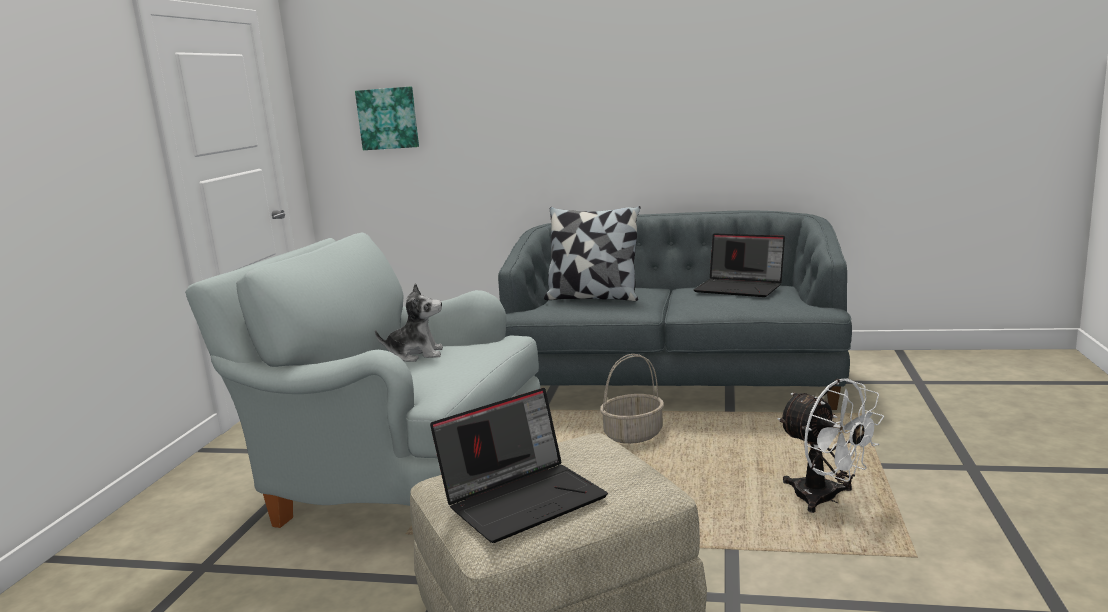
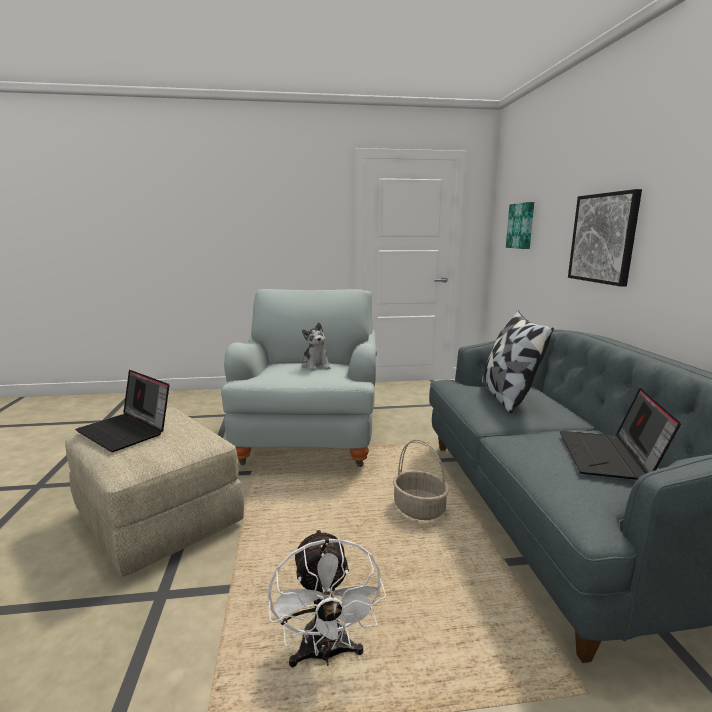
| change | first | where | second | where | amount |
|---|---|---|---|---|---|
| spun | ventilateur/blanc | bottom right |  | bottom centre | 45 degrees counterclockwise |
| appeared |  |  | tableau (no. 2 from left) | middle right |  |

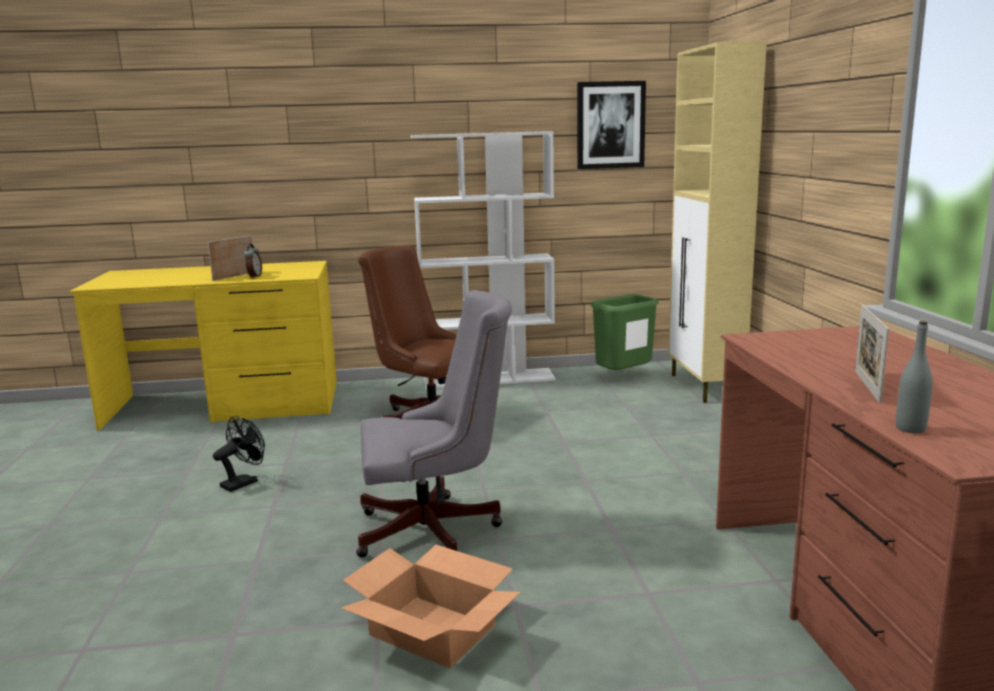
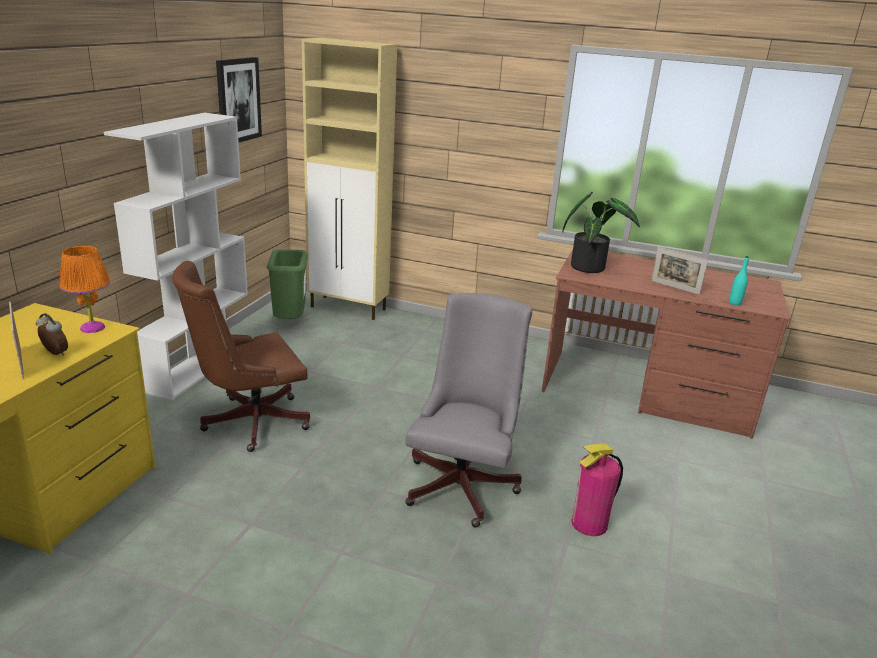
| change | first | where | second | where | amount |
|---|---|---|---|---|---|
| appeared |  |  | lampe de table/orange | middle left |  |
| appeared |  |  | plante en pot | middle right |  |
| exchanged | carton | bottom centre | extincteur | bottom right |  |
| colour | bouteille/gris | middle right | bouteille/turquoise | middle right |  |
| missing | ventilateur/noir | middle left |  |  |  |

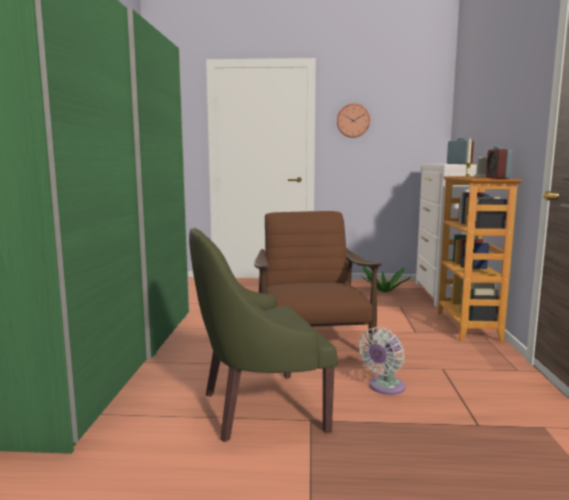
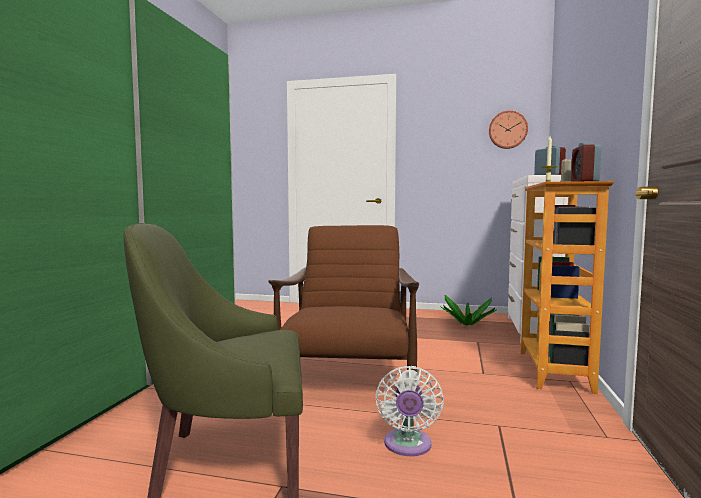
| change | first | where | second | where | amount |
|---|---|---|---|---|---|
| spun | ventilateur/blanc | bottom right |  | bottom centre | 45 degrees counterclockwise |
| relocated | horloge murale | top centre |  | top right |  |

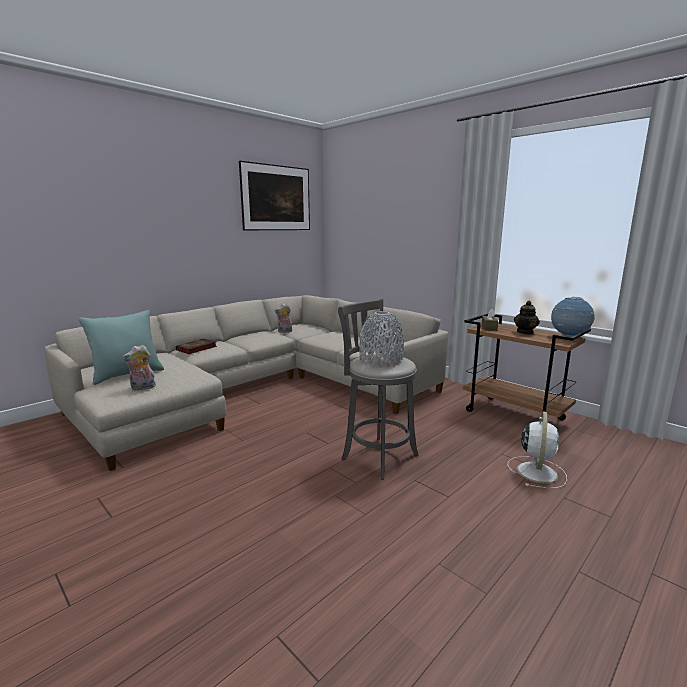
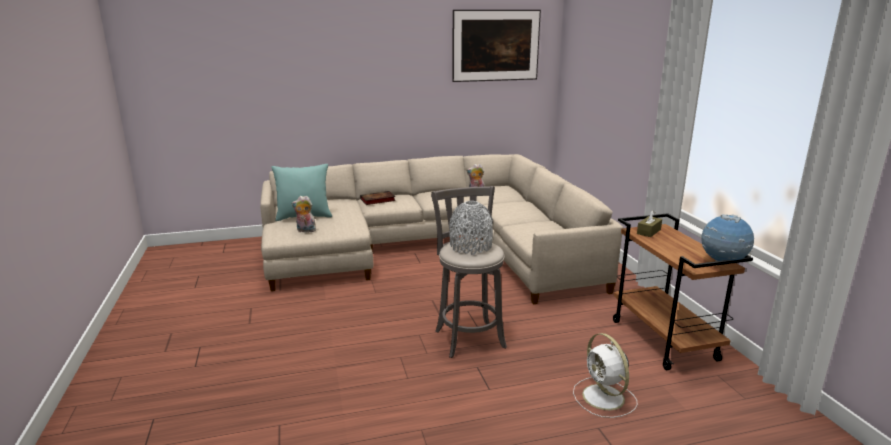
| change | first | where | second | where | amount |
|---|---|---|---|---|---|
| spun | ventilateur/blanc | middle right |  | bottom right | 105 degrees clockwise |
| missing | théière | middle right |  |  |  |

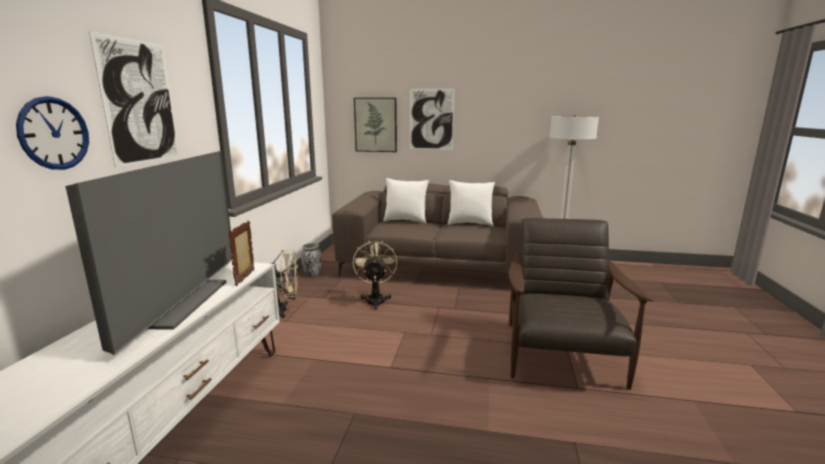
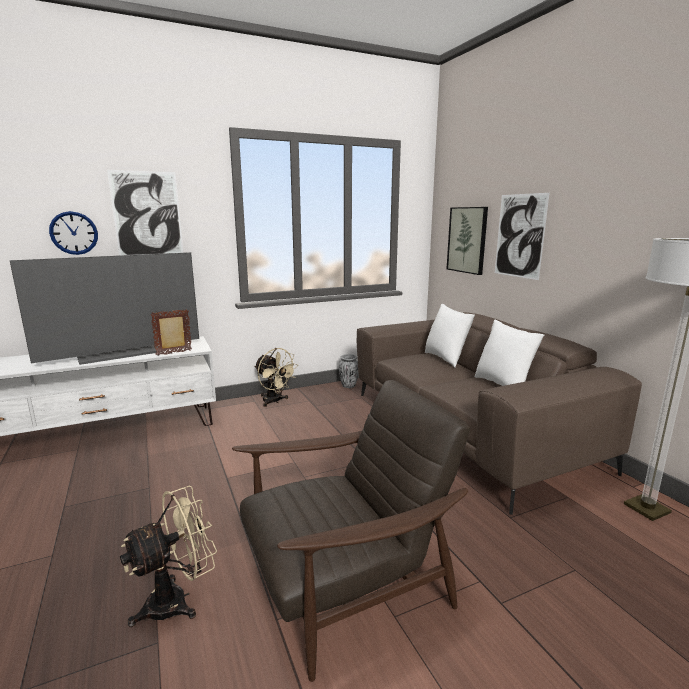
| change | first | where | second | where | amount |
|---|---|---|---|---|---|
| relocated | ventilateur/beige (no. 2 from left in the first image) | centre | ventilateur/beige (no. 1 from left) | bottom left |  |

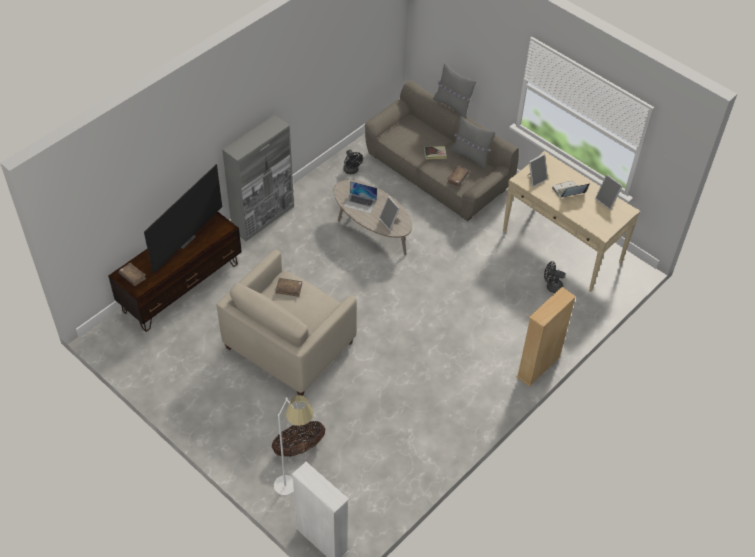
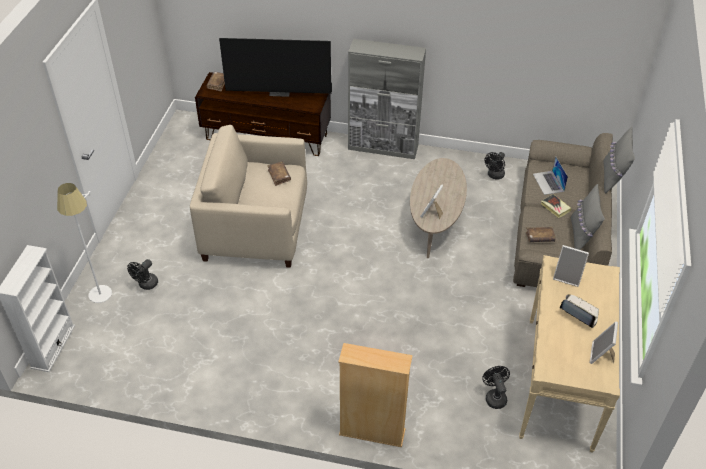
| change | first | where | second | where | amount |
|---|---|---|---|---|---|
| exchanged | panier | bottom centre | ventilateur/noir (no. 1 from left) | middle left |  |
| relocated | ordinateur portable (no. 1 from left) | centre |  | middle right |  |

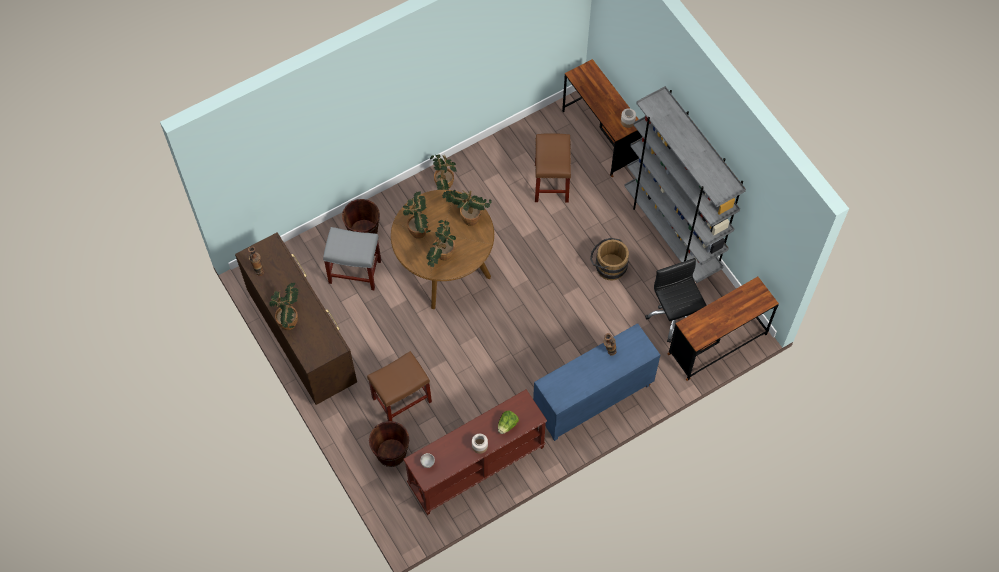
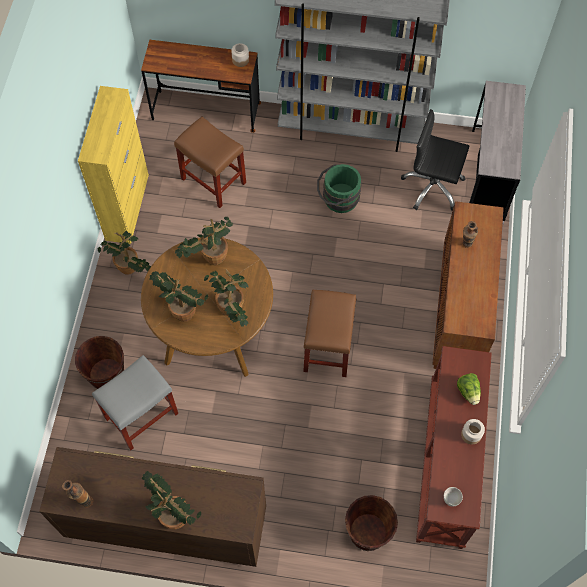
| change | first | where | second | where | amount |
|---|---|---|---|---|---|
| appeared |  |  | meuble de rangement/jaune | top left |  |
| relocated | tabouret/marron (no. 1 from left in the first image) | bottom centre | tabouret/marron (no. 2 from left) | centre |  |
| colour | seau/marron (no. 3 from left) | centre | seau/vert | top centre |  |
| colour | meuble de rangement/bleu | bottom centre | meuble de rangement/marron | middle right |  |
| colour | bureau/marron (no. 2 from left) | middle right | bureau/gris | top right |  |

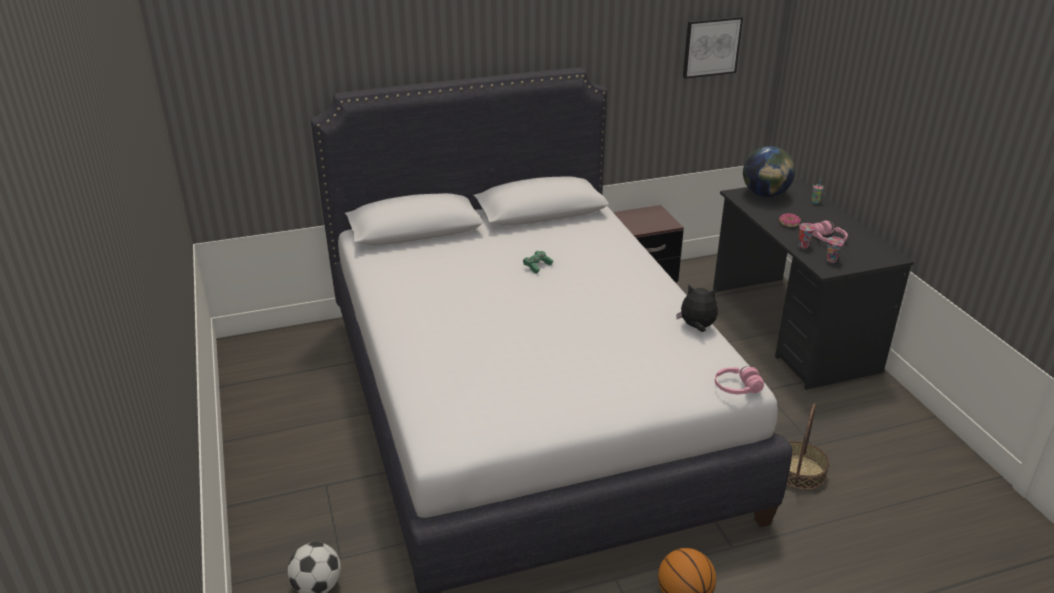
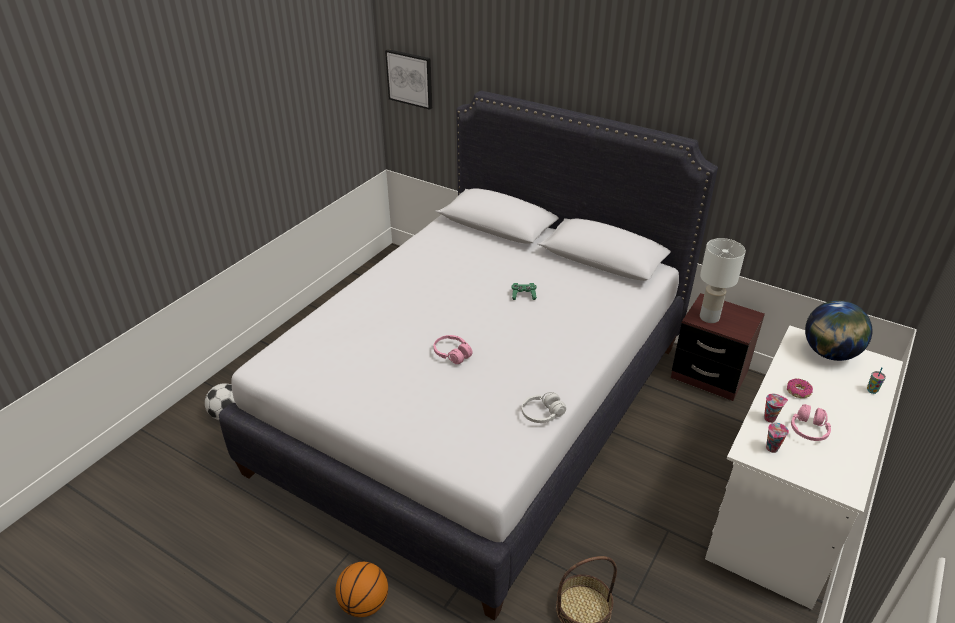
| change | first | where | second | where | amount |
|---|---|---|---|---|---|
| relocated | tableau | top right |  | top centre |  |
| relocated | casque audio/rose (no. 1 from left) | middle right |  | centre |  |
| exchanged | peluche | centre | casque audio/blanc | centre |  |
| appeared |  |  | lampe de table/blanc | middle right |  |
| colour | bureau/noir | middle right | bureau/blanc | bottom right |  |

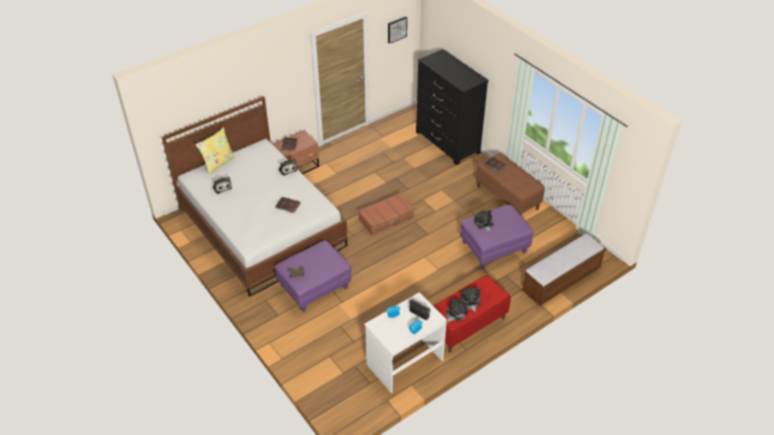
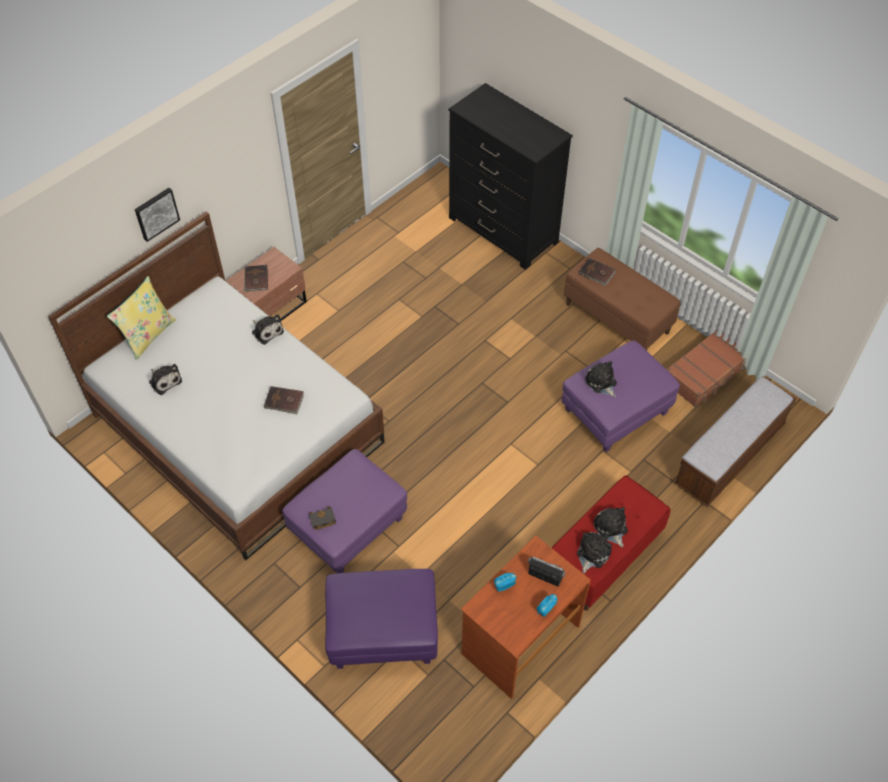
| change | first | where | second | where | amount |
|---|---|---|---|---|---|
| relocated | tableau | top centre |  | top left |  |
| appeared |  |  | pouf/violet (no. 2 from left) | bottom centre |  |
| colour | bureau/blanc | bottom centre | bureau/marron | bottom centre |  |
| relocated | valise/marron | centre |  | middle right |  |

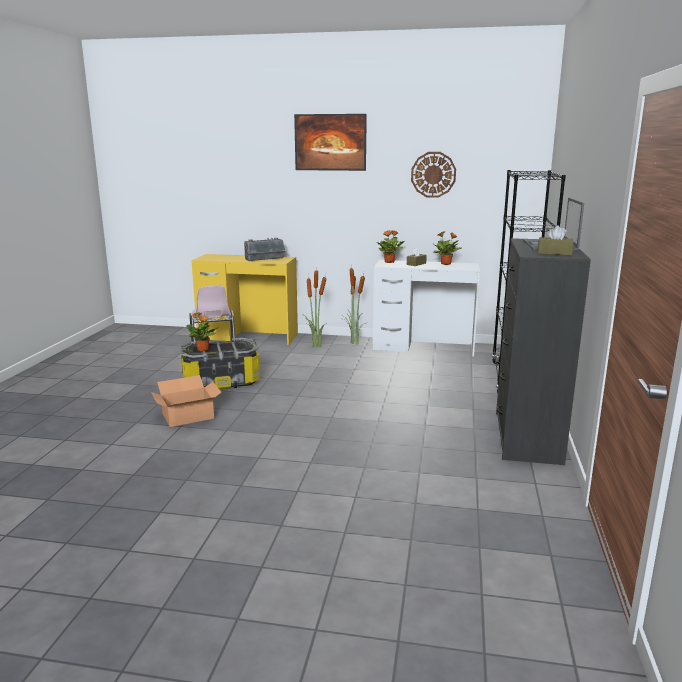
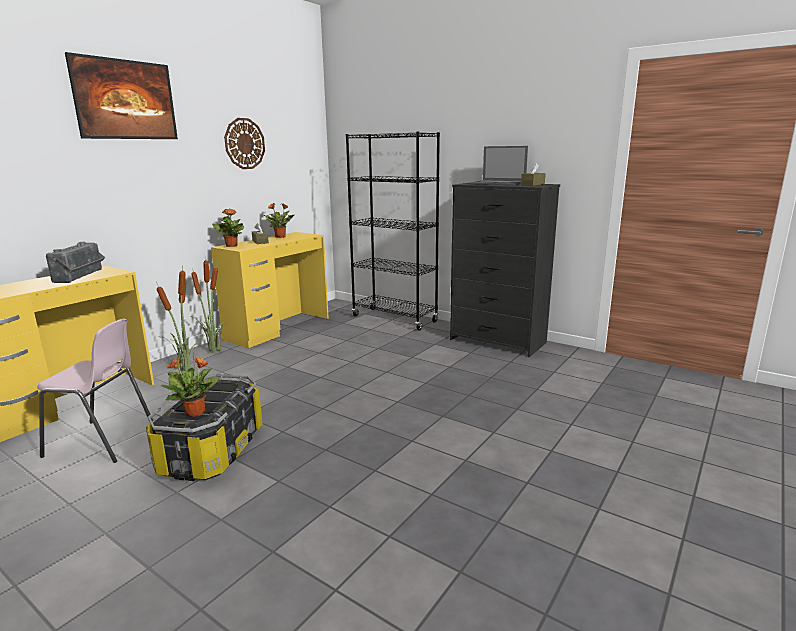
| change | first | where | second | where | amount |
|---|---|---|---|---|---|
| colour | bureau/blanc | centre | bureau/jaune (no. 2 from left) | centre |  |
| missing | carton | middle left |  |  |  |

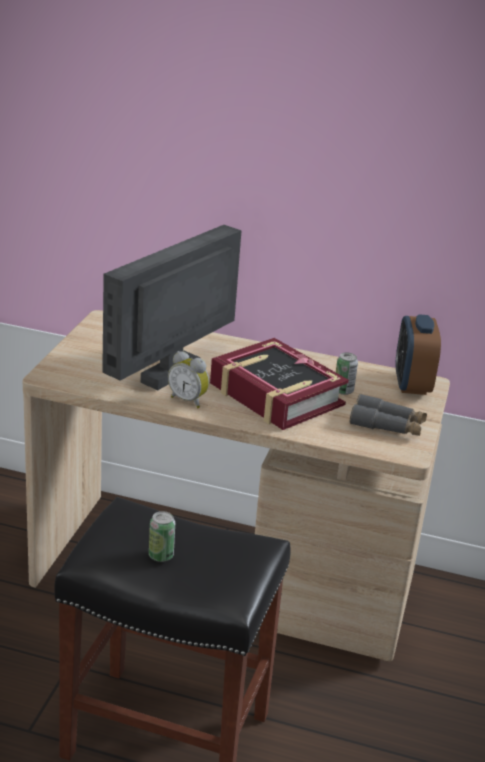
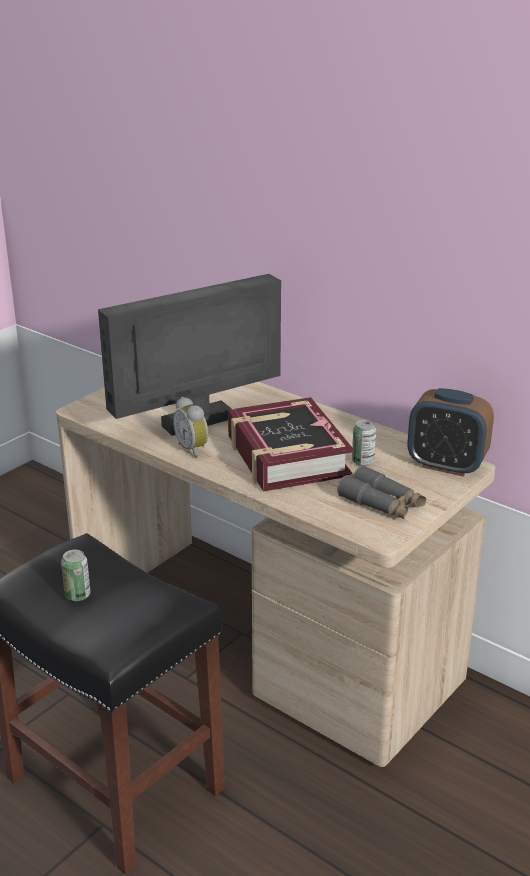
| change | first | where | second | where | amount |
|---|---|---|---|---|---|
| spun | réveil (no. 2 from left) | middle right |  | middle right | 90 degrees counterclockwise |

